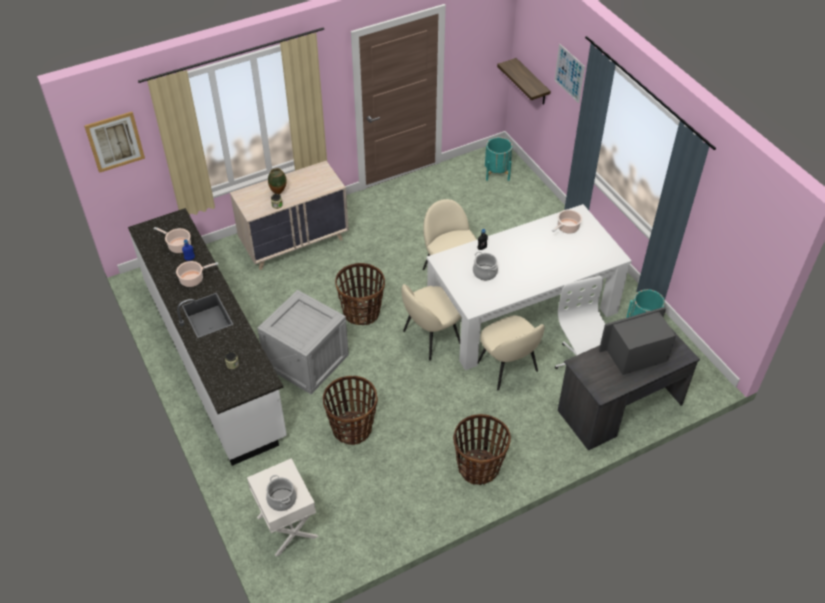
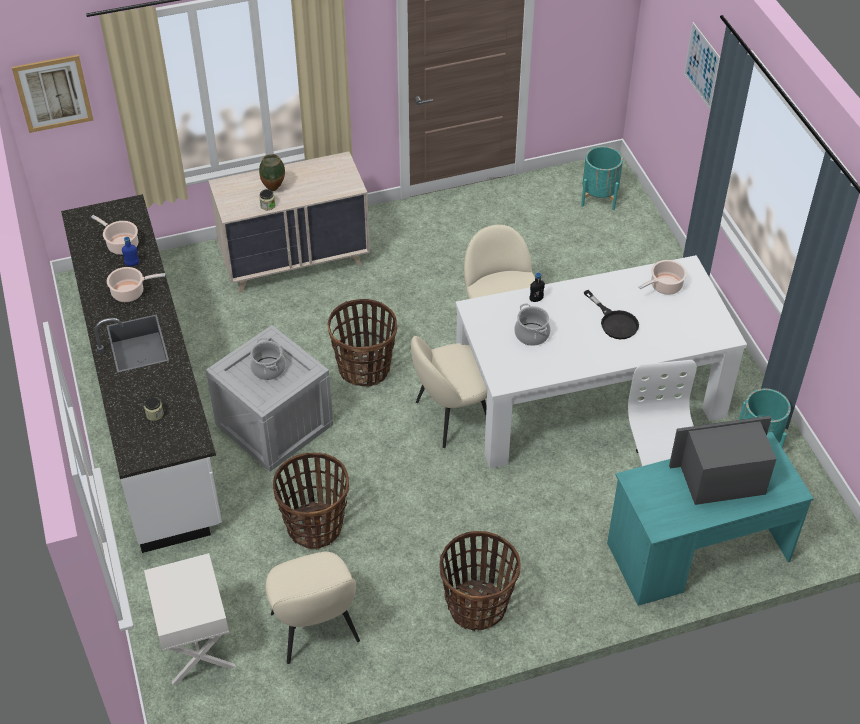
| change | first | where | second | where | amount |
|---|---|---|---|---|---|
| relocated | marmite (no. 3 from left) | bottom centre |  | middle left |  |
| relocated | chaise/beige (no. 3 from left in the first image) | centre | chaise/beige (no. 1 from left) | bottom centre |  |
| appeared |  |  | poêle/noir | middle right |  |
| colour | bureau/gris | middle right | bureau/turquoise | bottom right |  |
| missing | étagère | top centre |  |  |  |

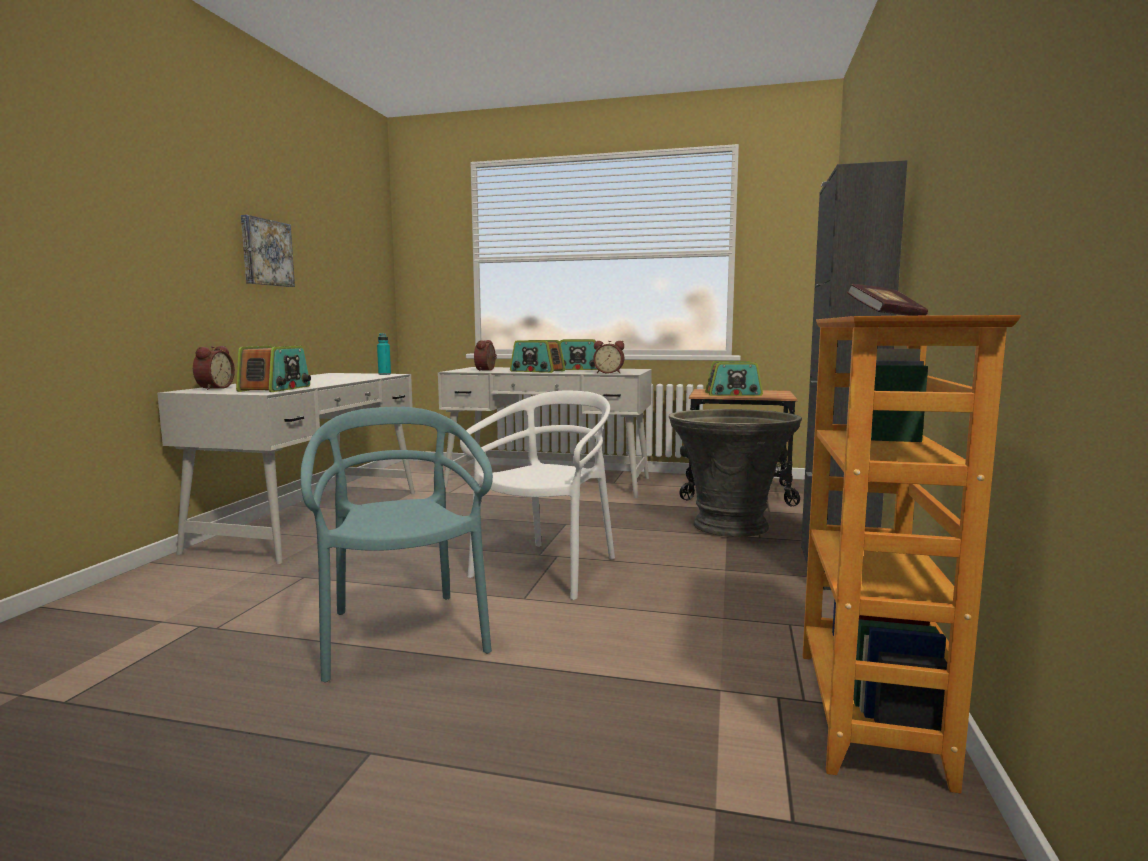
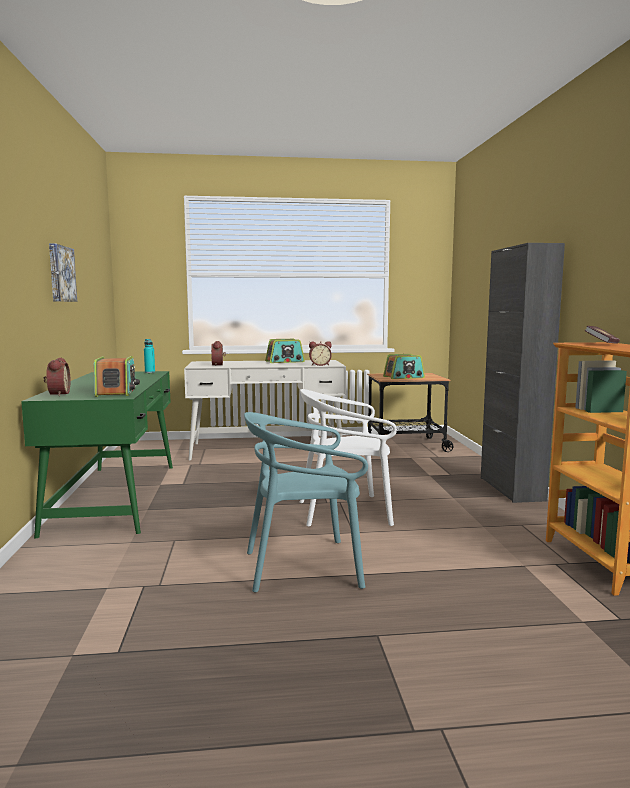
| change | first | where | second | where | amount |
|---|---|---|---|---|---|
| colour | bureau/blanc (no. 1 from left) | middle left | bureau/vert | middle left |  |
| spun | chaise/turquoise | centre |  | centre | 60 degrees counterclockwise |
| spun | chaise/blanc | centre |  | centre | 105 degrees counterclockwise |
| missing | radio (no. 2 from left) | centre |  |  |  |
| missing | cache-pot/gris | centre |  |  |  |

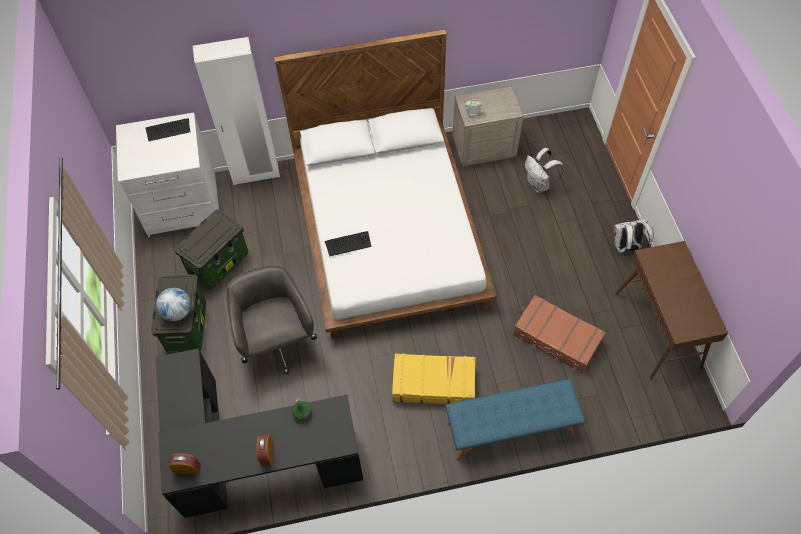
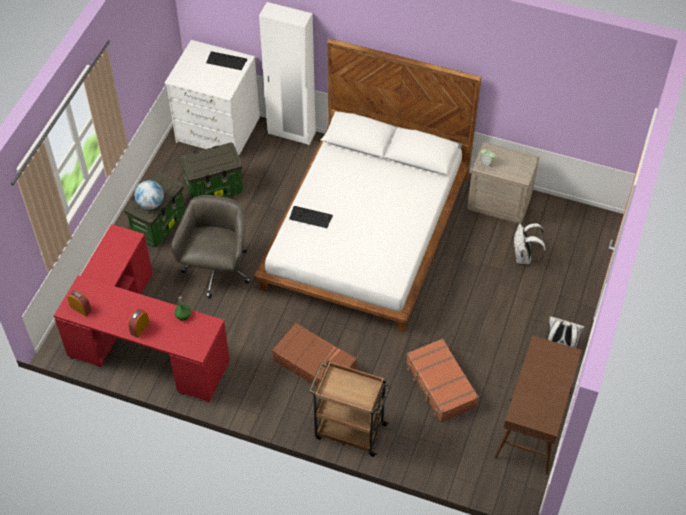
| change | first | where | second | where | amount |
|---|---|---|---|---|---|
| colour | bureau/noir | bottom left | bureau/rouge | middle left |  |
| colour | valise/jaune | bottom centre | valise/marron (no. 1 from left) | bottom centre |  |
| exchanged | banc/bleu | bottom centre | chariot/marron | bottom centre |  |

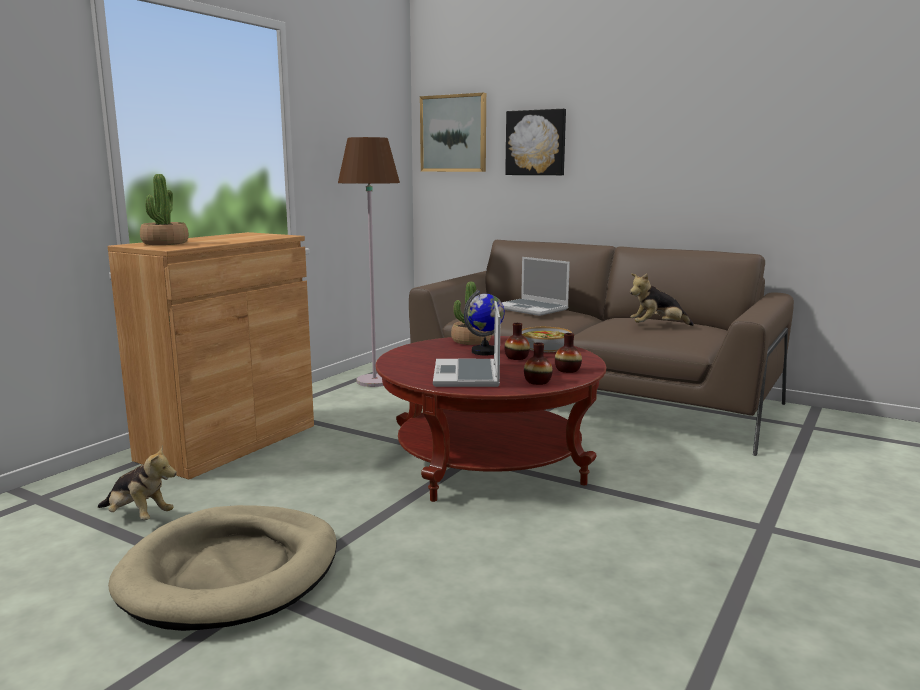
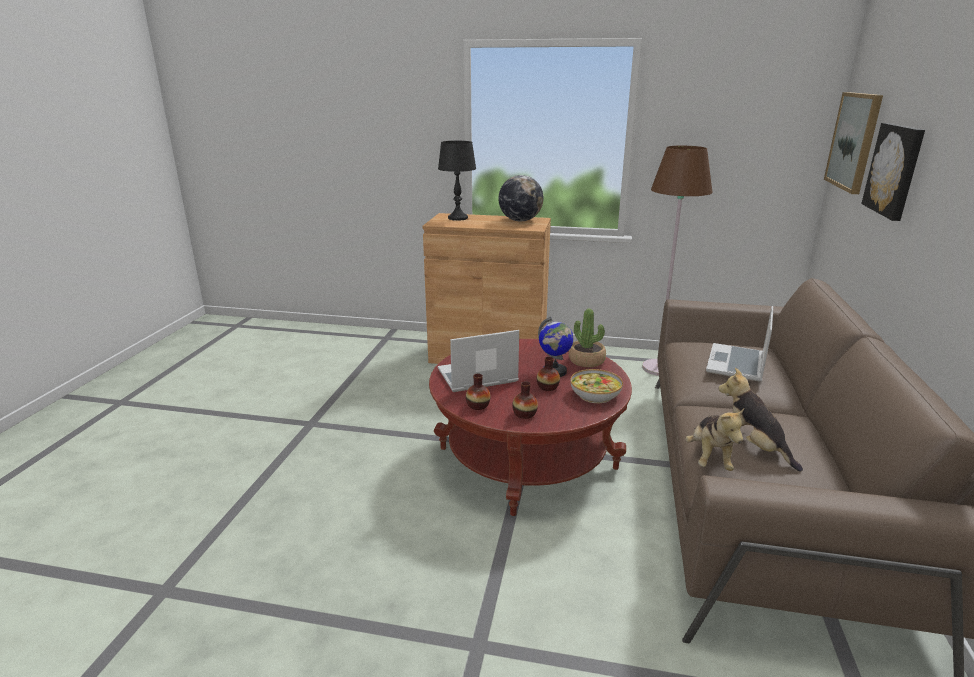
| change | first | where | second | where | amount |
|---|---|---|---|---|---|
| exchanged | plante en pot (no. 1 from left) | top left | lampe de table/noir | top centre |  |
| appeared |  |  | globe (no. 1 from left) | top centre |  |
| relocated | peluche (no. 1 from left) | bottom left |  | middle right |  |
| missing | panier pour chien/beige | bottom left |  |  |  |

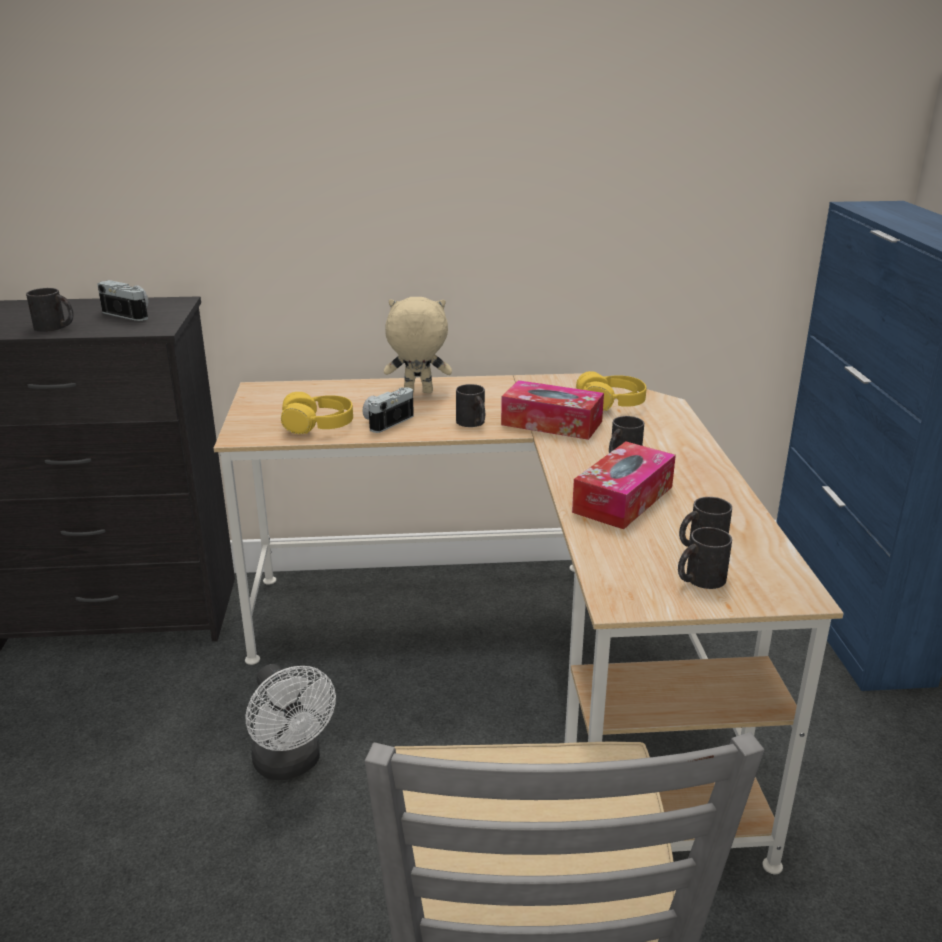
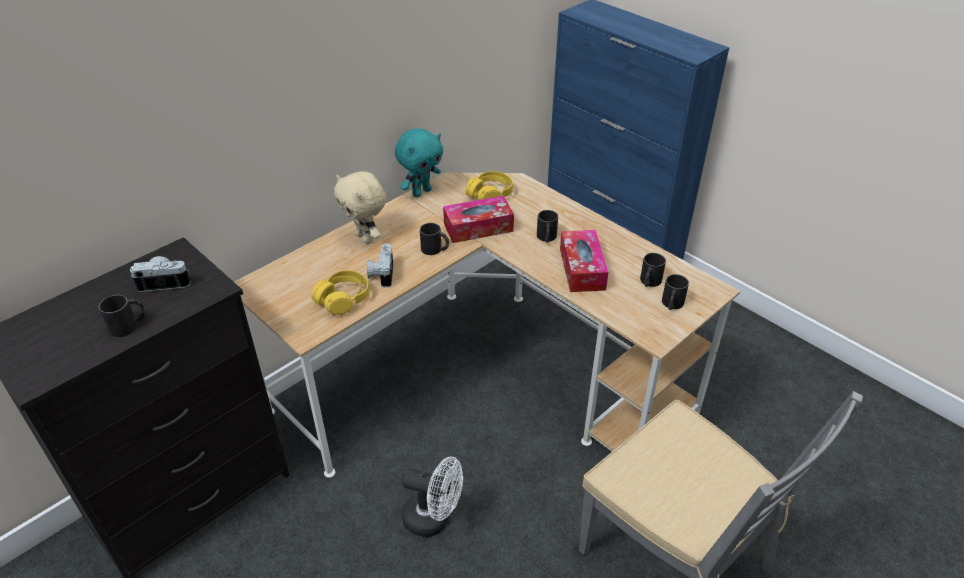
| change | first | where | second | where | amount |
|---|---|---|---|---|---|
| spun | peluche/beige | centre |  | centre | 90 degrees counterclockwise |
| appeared |  |  | peluche/turquoise | top centre |  |

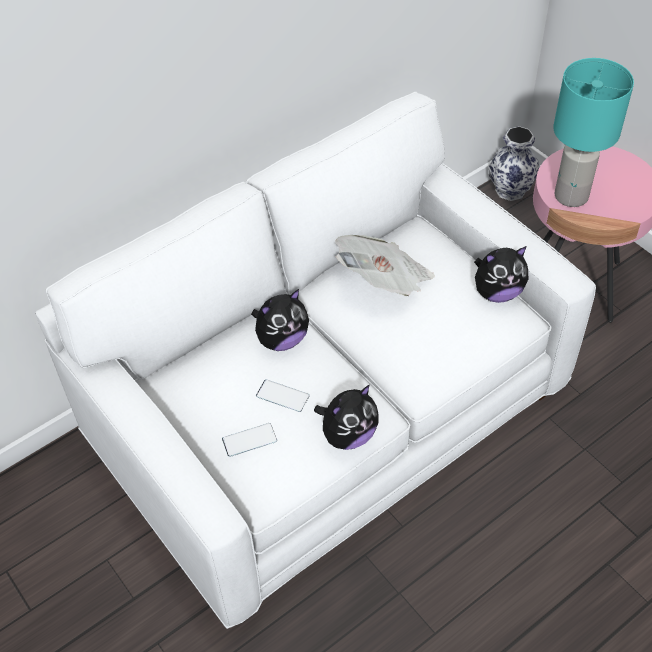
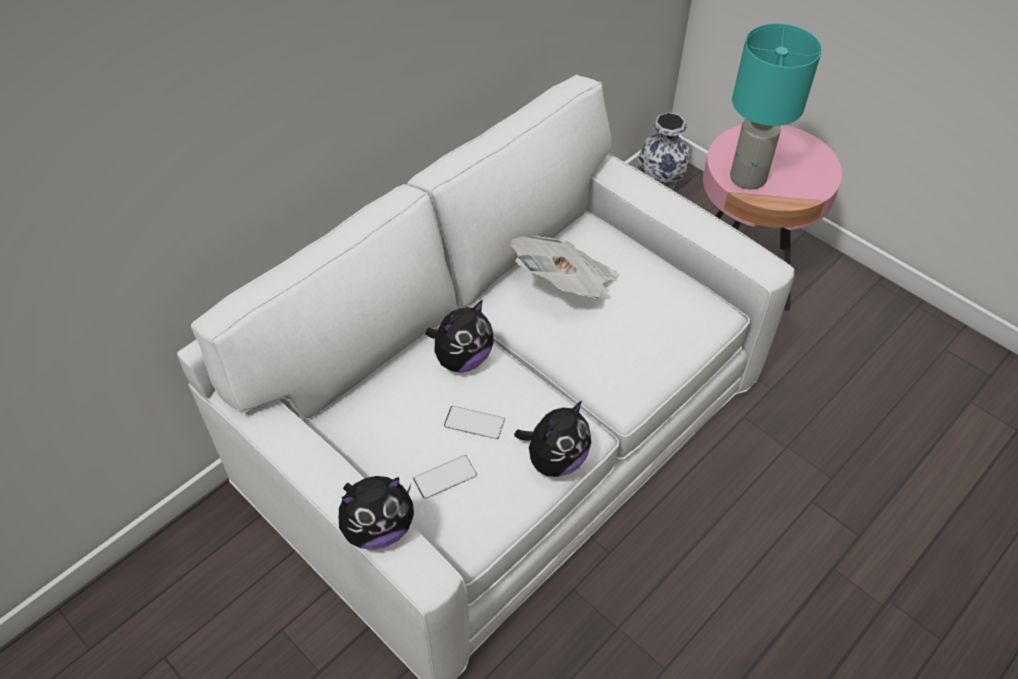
| change | first | where | second | where | amount |
|---|---|---|---|---|---|
| relocated | peluche (no. 3 from left in the first image) | middle right | peluche (no. 1 from left) | bottom centre |  |

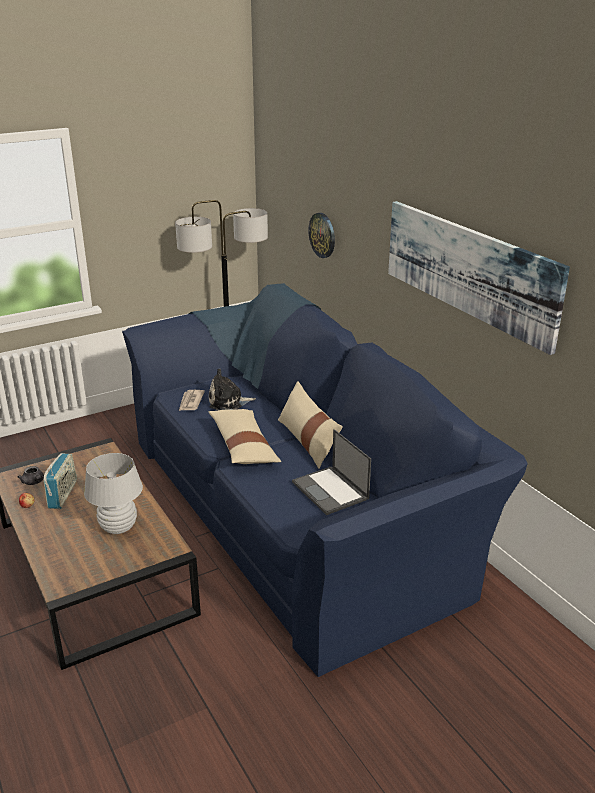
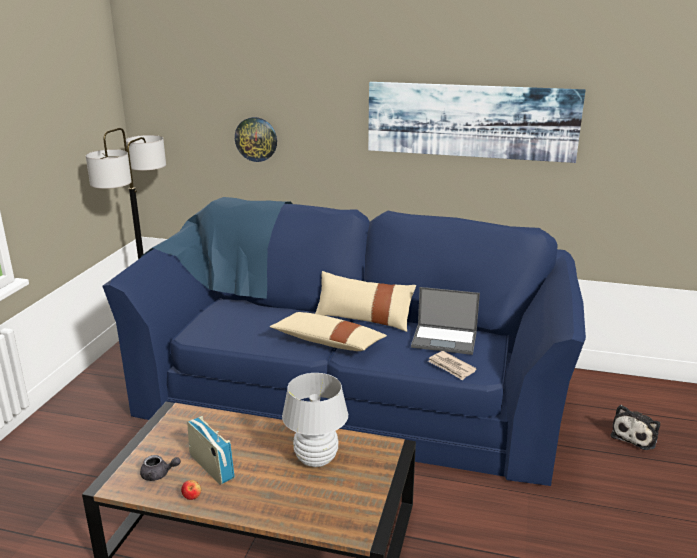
| change | first | where | second | where | amount |
|---|---|---|---|---|---|
| relocated | journal | middle left |  | centre |  |
| relocated | peluche | centre |  | bottom right |  |

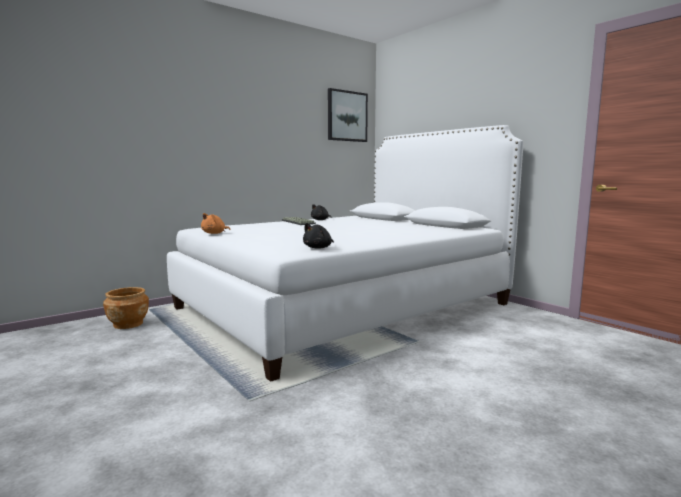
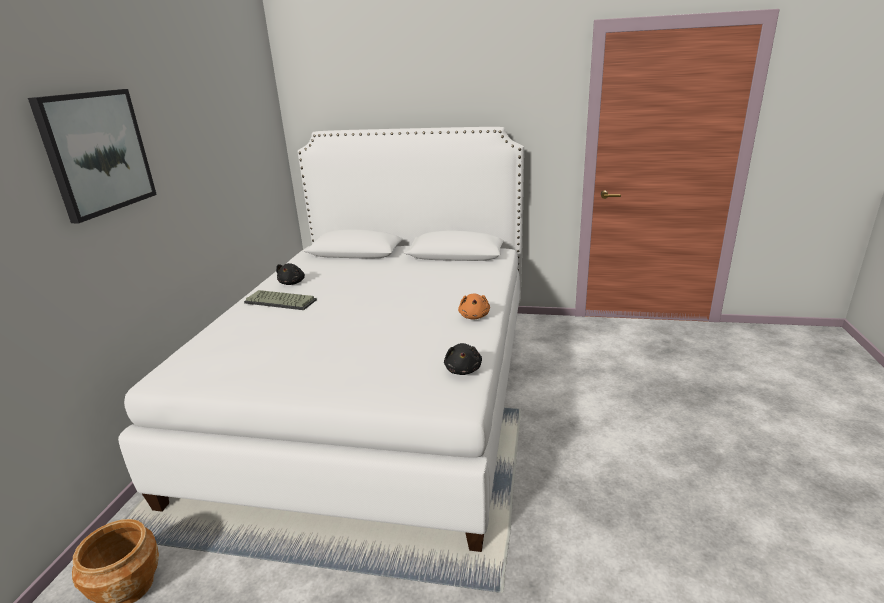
| change | first | where | second | where | amount |
|---|---|---|---|---|---|
| relocated | tableau | top centre |  | top left |  |
| relocated | peluche/orange | middle left |  | centre |  |

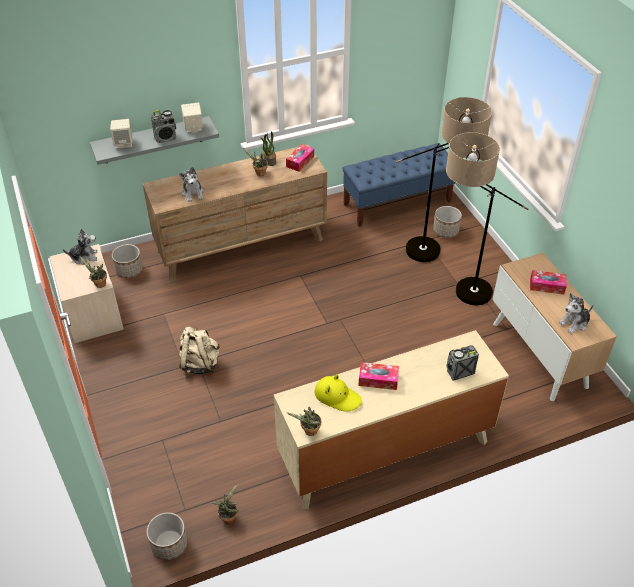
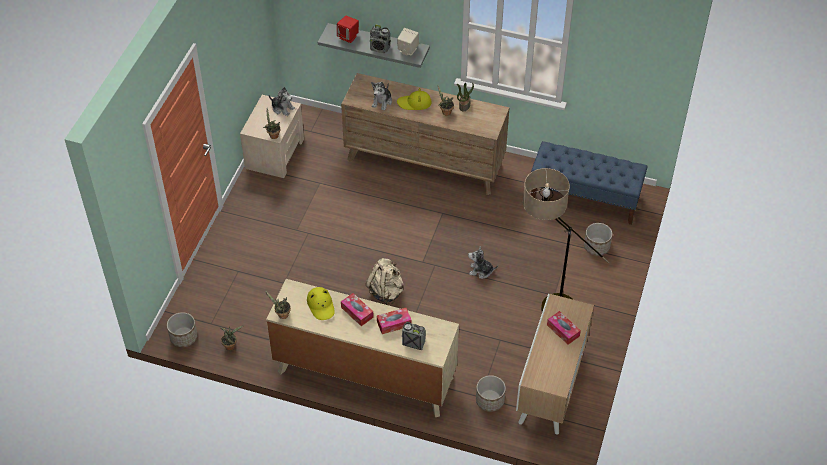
| change | first | where | second | where | amount |
|---|---|---|---|---|---|
| colour | enceinte/beige (no. 1 from left) | top left | enceinte/rouge | top centre |  |
| relocated | sac à dos/beige | middle left |  | centre |  |
| relocated | boîte à mouchoirs (no. 1 from left in the first image) | top centre | boîte à mouchoirs (no. 2 from left) | bottom centre |  |
| appeared |  |  | chapeau/jaune (no. 2 from left) | top centre |  |
| relocated | peluche (no. 3 from left) | middle right |  | centre |  |
| relocated | cache-pot (no. 1 from left in the first image) | middle left | cache-pot (no. 2 from left) | bottom centre |  |
| missing | lampadaire (no. 1 from left) | top right |  |  |  |

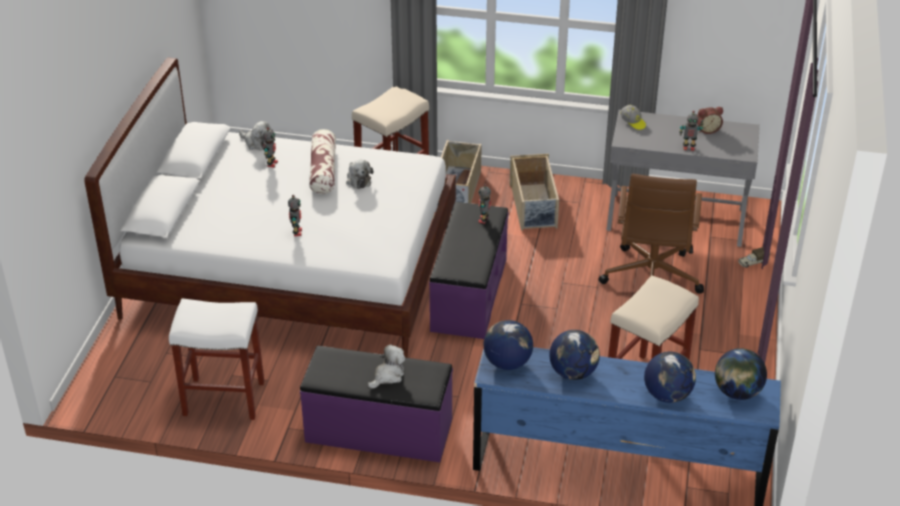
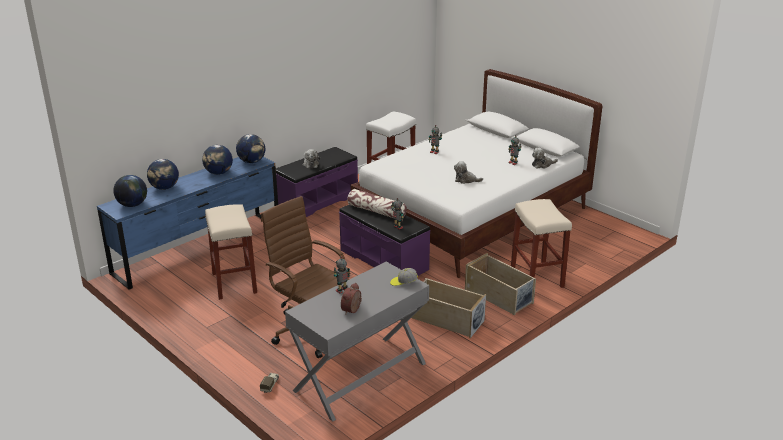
| change | first | where | second | where | amount |
|---|---|---|---|---|---|
| relocated | coussin | top centre |  | centre |  |

